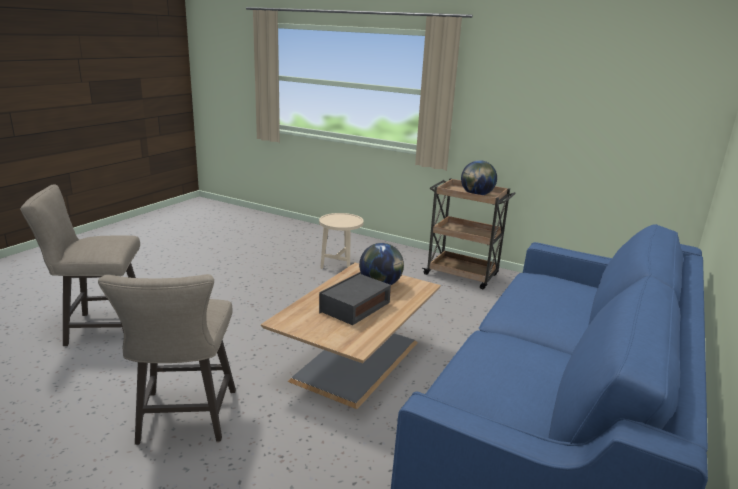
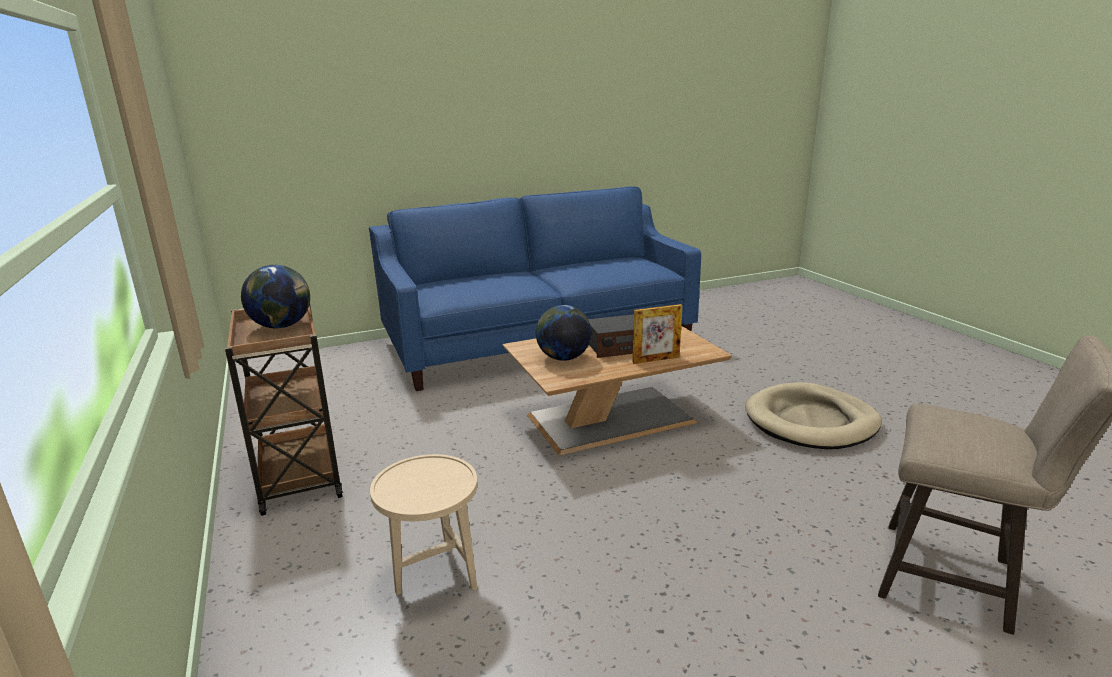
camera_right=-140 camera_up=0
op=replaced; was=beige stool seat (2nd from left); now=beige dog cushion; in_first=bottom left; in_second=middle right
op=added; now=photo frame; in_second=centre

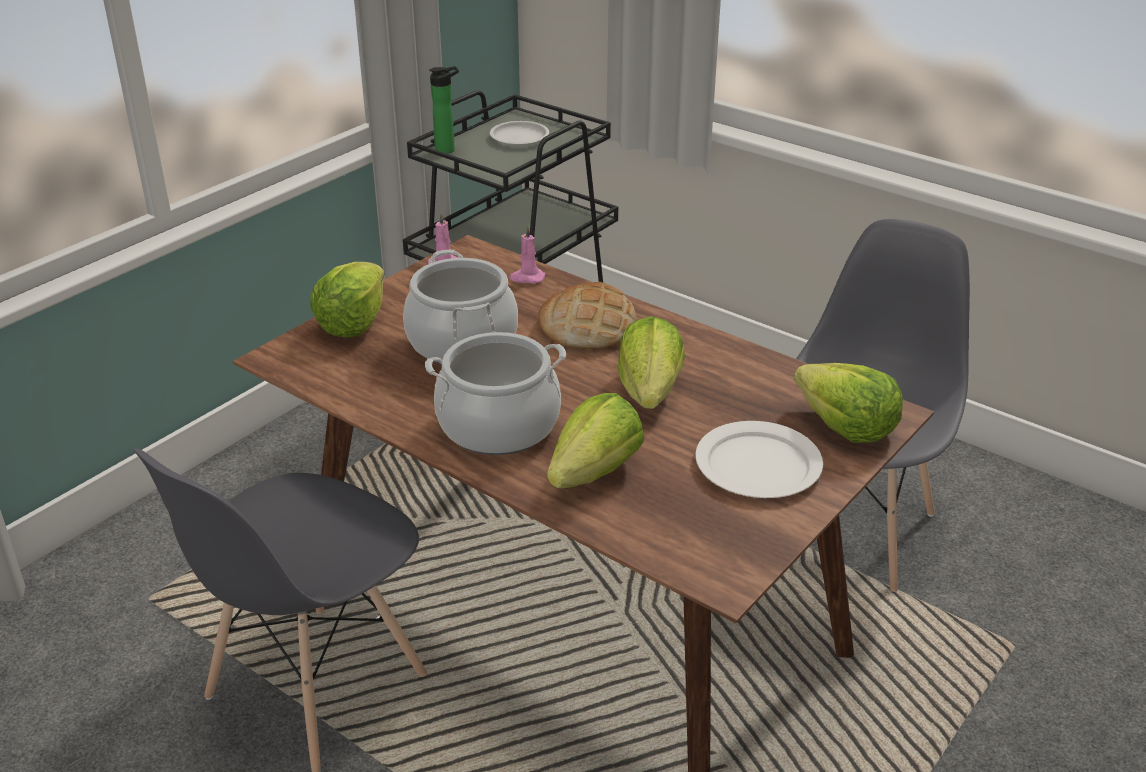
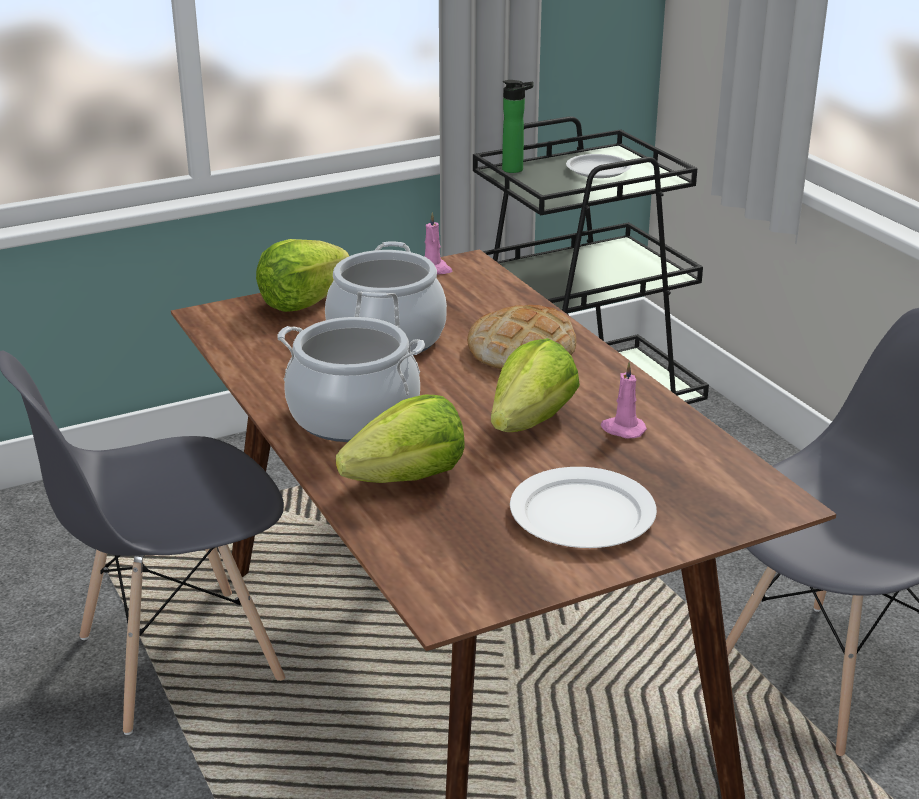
camera_right=25 camera_up=-5
op=moved; was=pink-coloured wax light (2nd from left); in_first=top centre; in_second=middle right
op=removed; was=lettuce head (4th from left); in_first=middle right

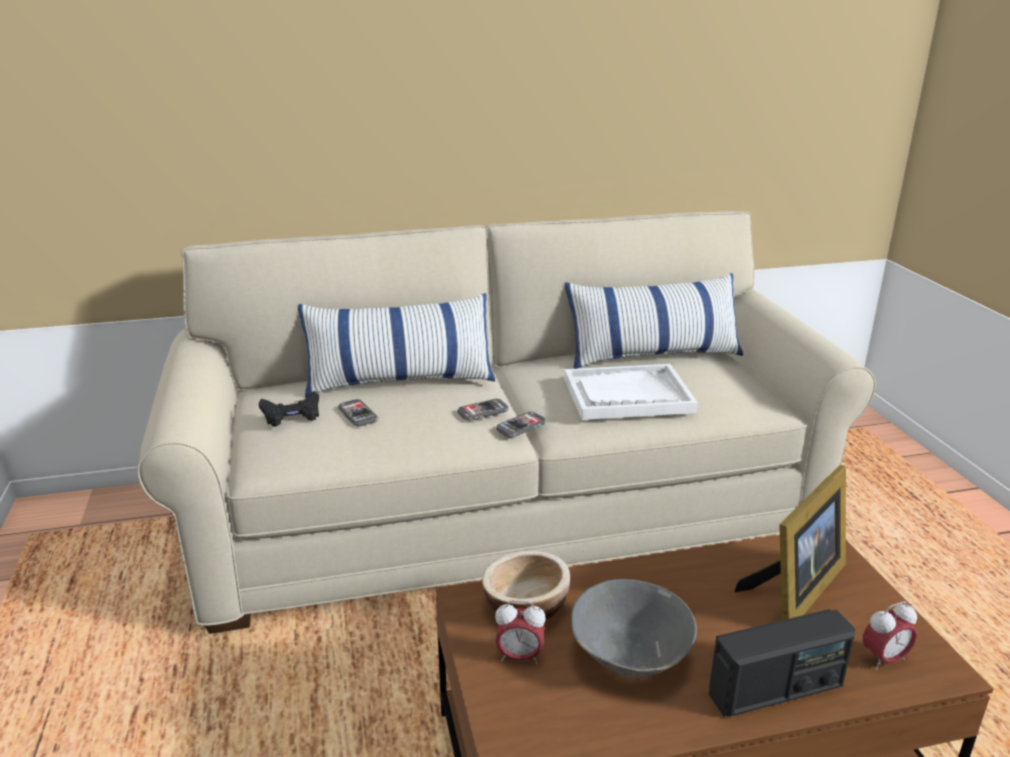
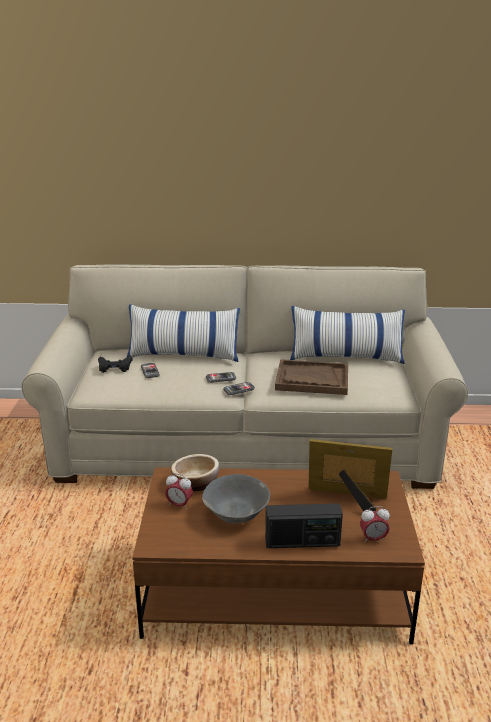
camera_right=15 camera_up=0
op=recoloured; was=white-coloured tray; now=brown-coloured tray; in_first=centre; in_second=centre
op=turned; was=photo frame; in_first=bottom right; in_second=middle right; clockwise=-135

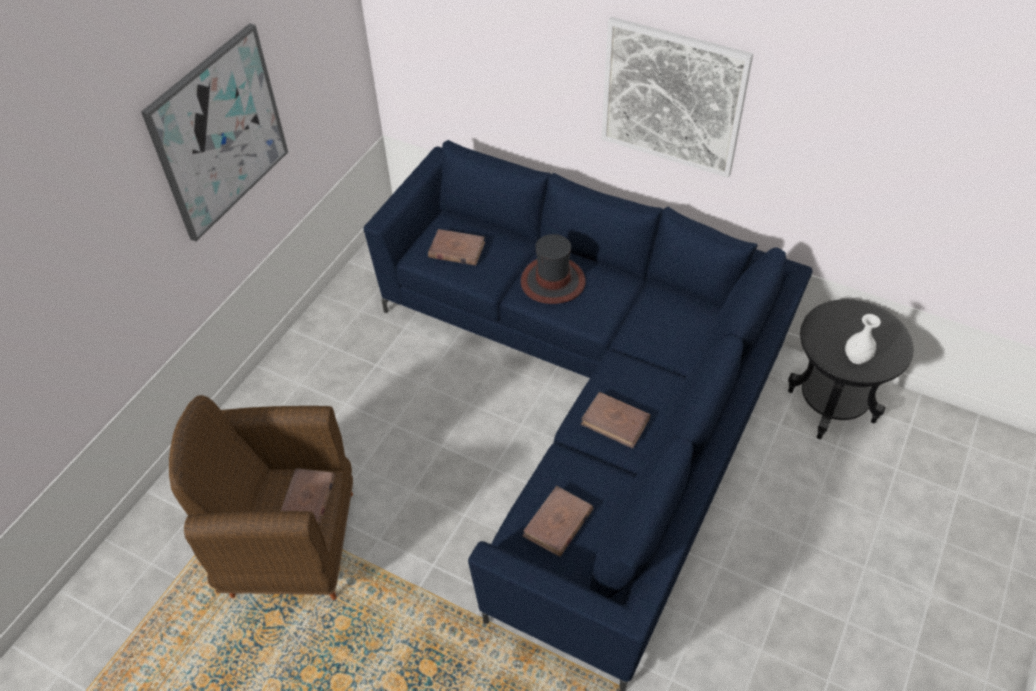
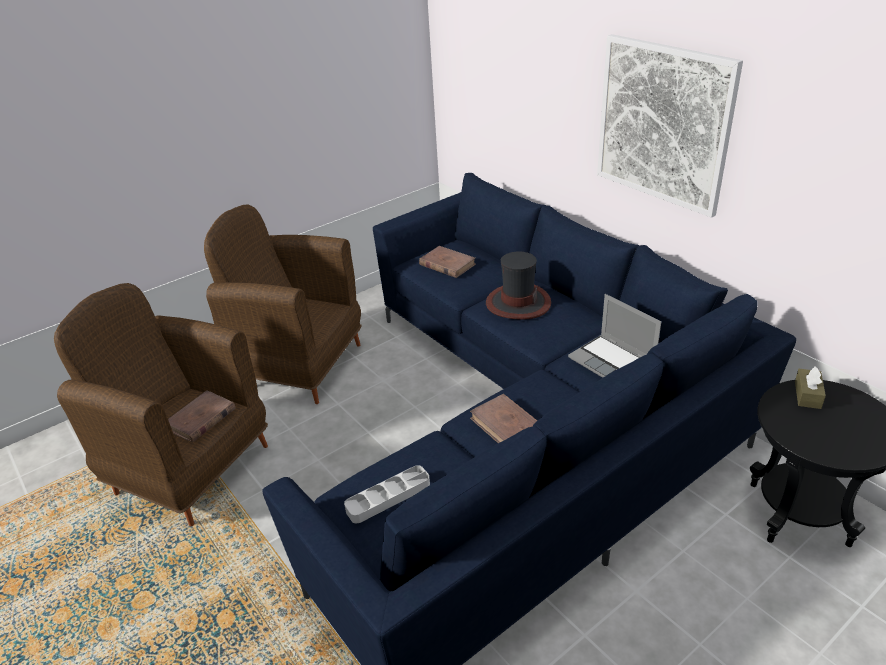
camera_right=25 camera_up=-15
op=removed; was=picture (1st from left); in_first=top left
op=removed; was=white-coloured flower vase; in_first=middle right
op=replaced; was=brown-coloured book (3rd from left); now=greyish tray; in_first=bottom centre; in_second=bottom centre
op=added; now=brown-coloured armchair (2nd from left); in_second=middle left
op=added; now=portable computer; in_second=middle right
op=added; now=brown-coloured tissue holder; in_second=middle right

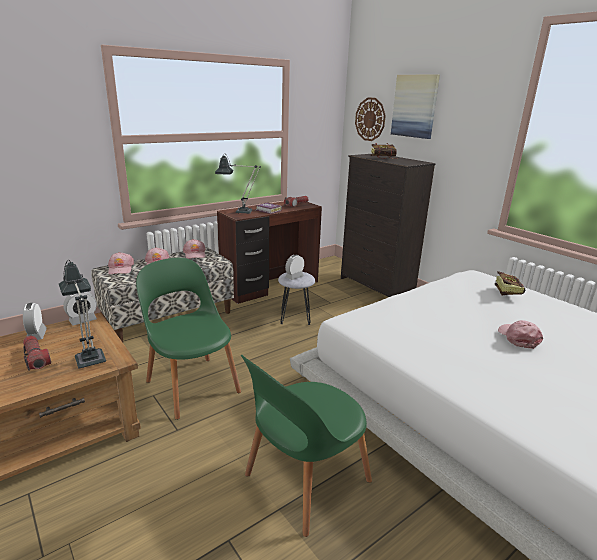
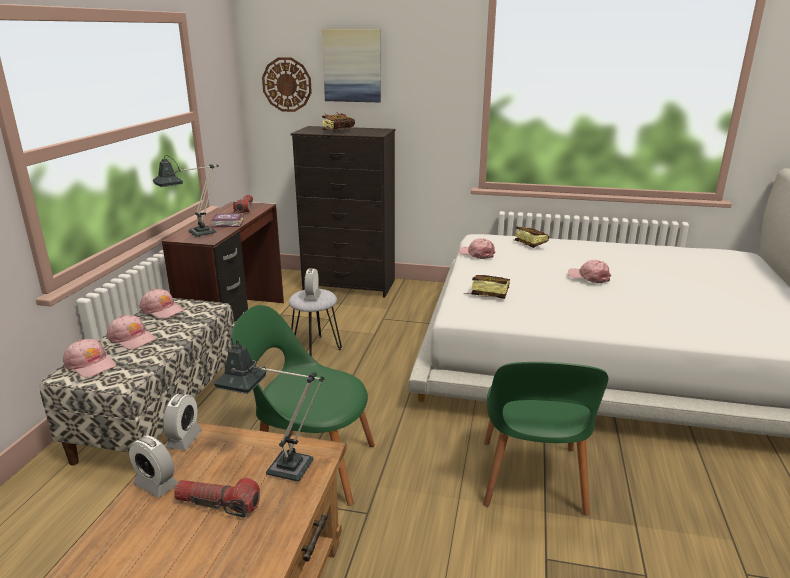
camera_right=-40 camera_up=0
op=added; now=pink-coloured cap (4th from left); in_second=centre
op=added; now=book (3rd from left); in_second=centre

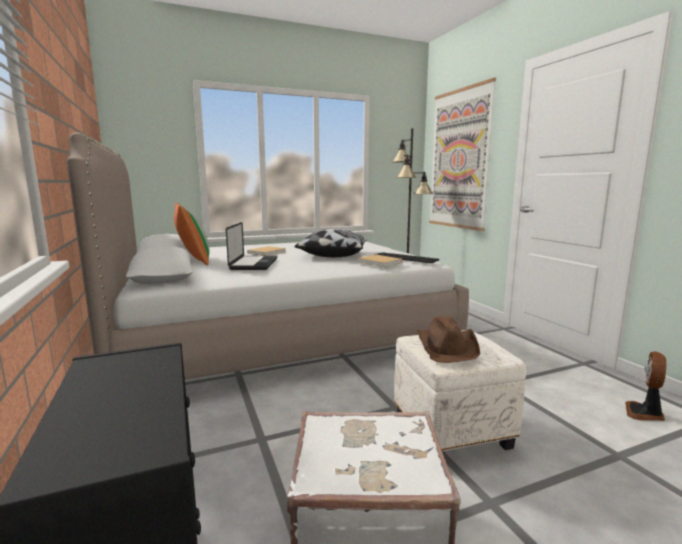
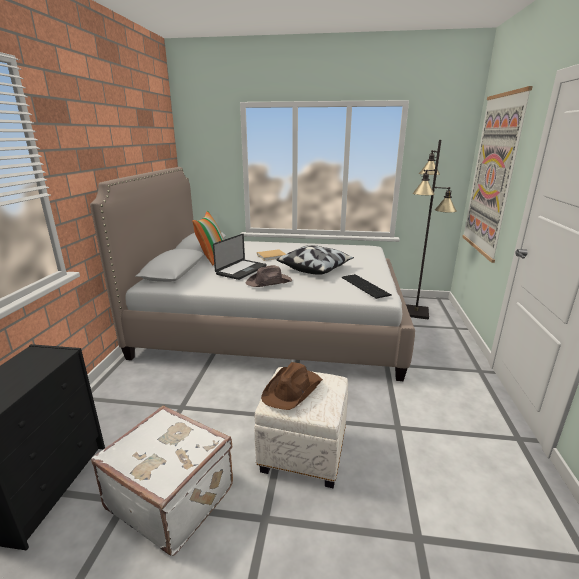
camera_right=30 camera_up=10
op=removed; was=beige book (2nd from left); in_first=centre
op=removed; was=fan; in_first=bottom right
op=added; now=brown-coloured wearable hat (1st from left); in_second=centre

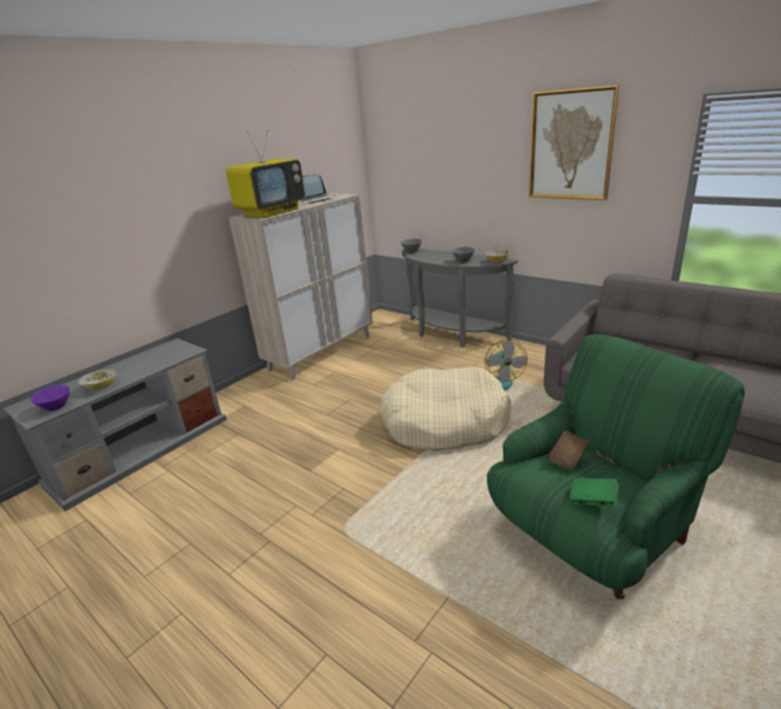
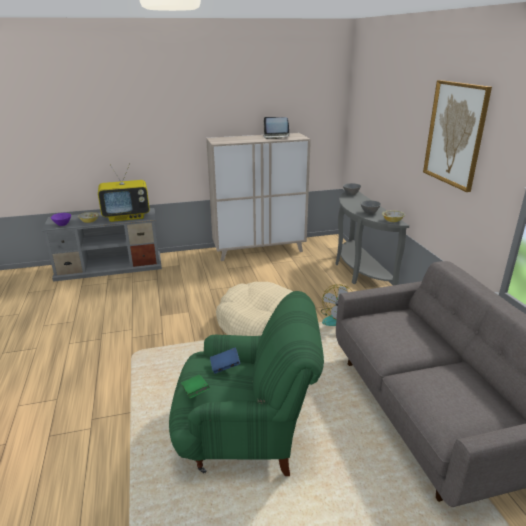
camera_right=35 camera_up=0
op=moved; was=TV; in_first=top centre; in_second=middle left
op=recoloured; was=brown-coloured book; now=blue book; in_first=middle right; in_second=bottom centre

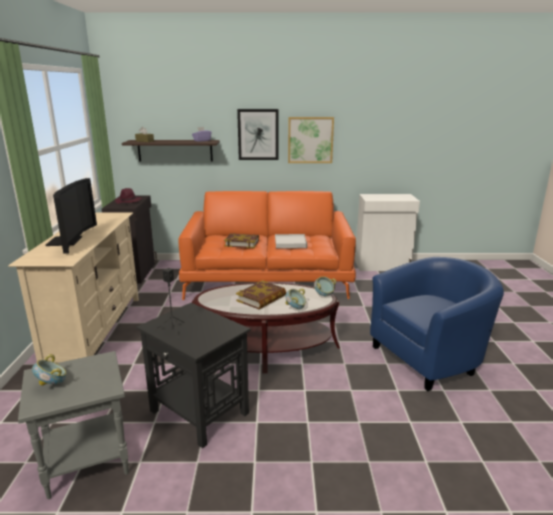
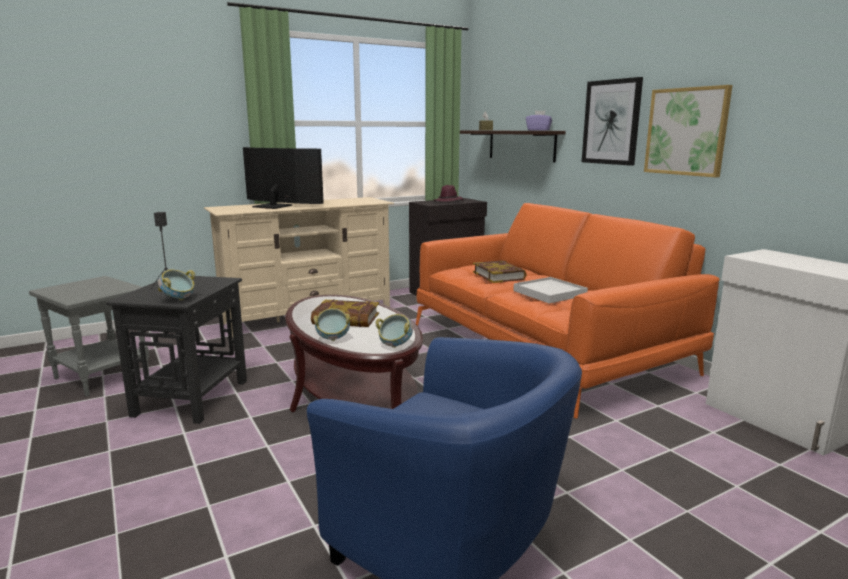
camera_right=60 camera_up=-5
op=turned; was=TV; in_first=middle left; in_second=top centre; clockwise=-120
op=moved; was=serving bowl (1st from left); in_first=bottom left; in_second=middle left

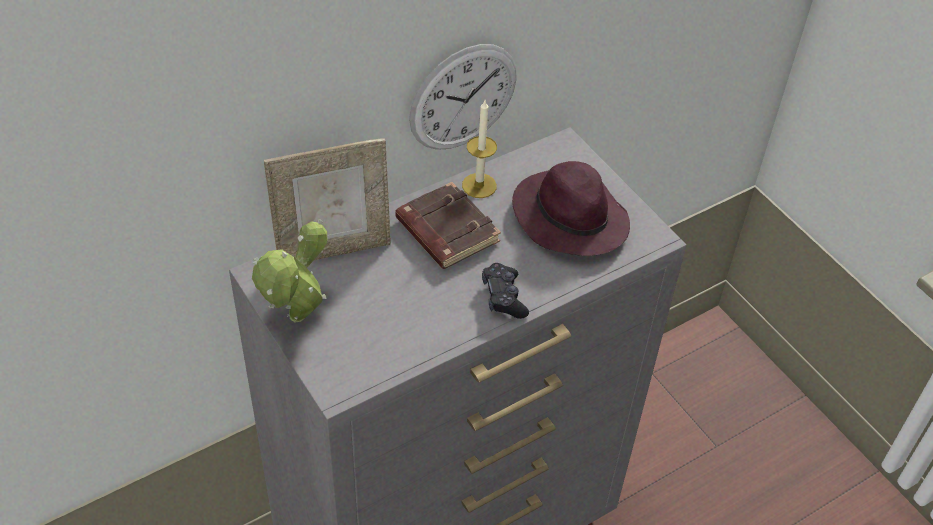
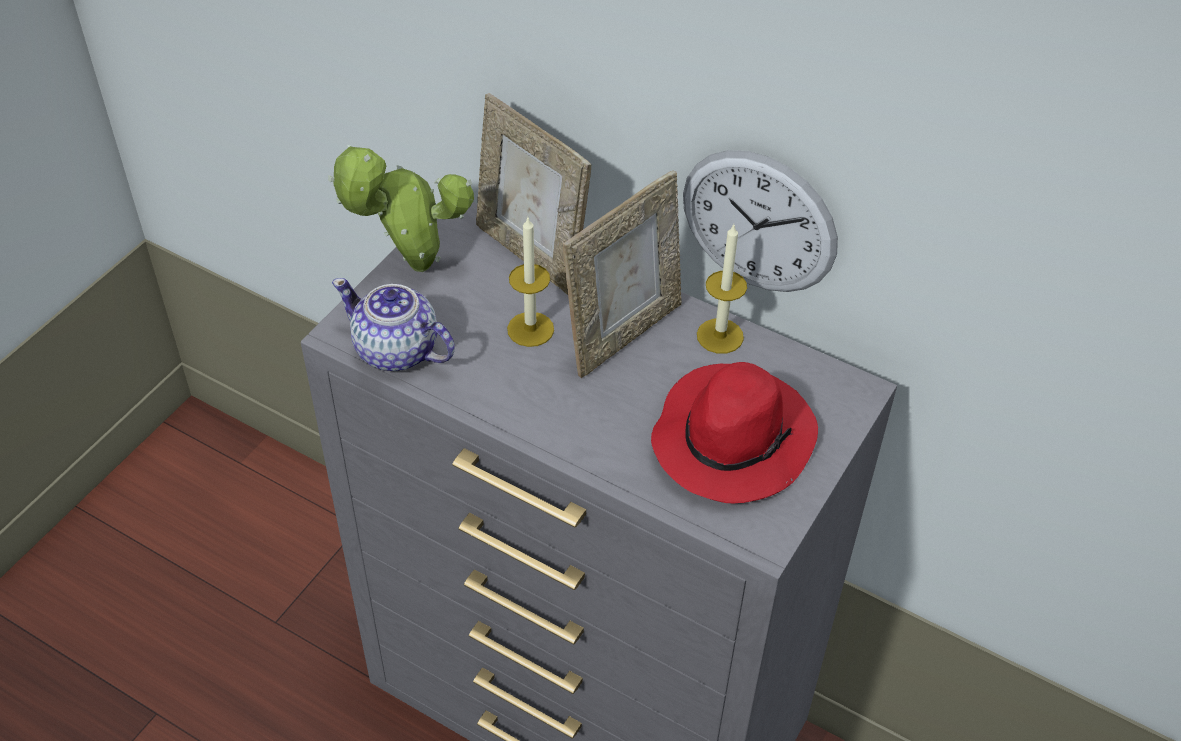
camera_right=65 camera_up=0
op=recoloured; was=purple wearable hat; now=red wearable hat; in_first=centre; in_second=centre
op=replaced; was=brown-coloured book; now=photo frame (2nd from left); in_first=centre; in_second=centre
op=removed; was=blackish game controller; in_first=centre
op=added; now=wax light (1st from left); in_second=centre
op=added; now=pot for tea; in_second=middle left

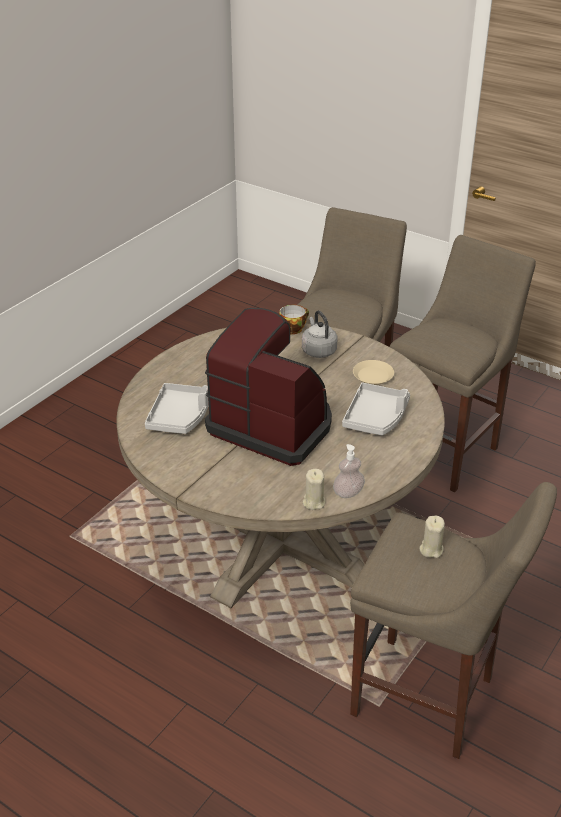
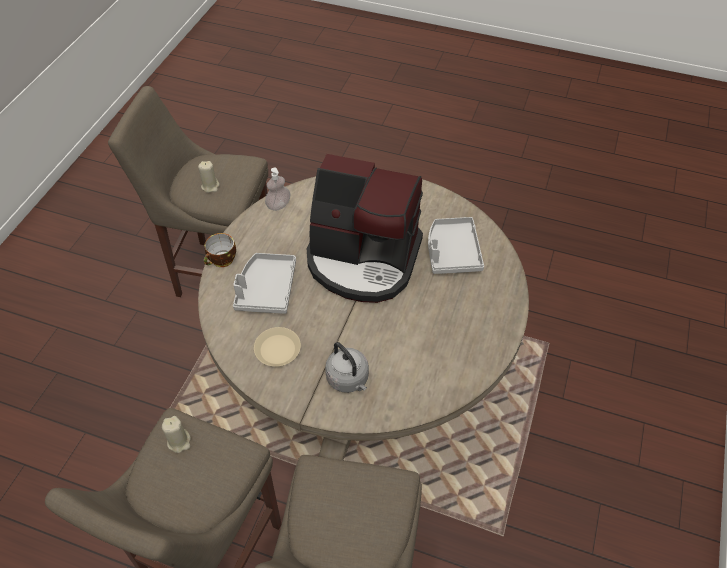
camera_right=165 camera_up=15
op=moved; was=drinking cup; in_first=centre; in_second=middle left
op=moved; was=beige wax light (1st from left); in_first=centre; in_second=bottom left

